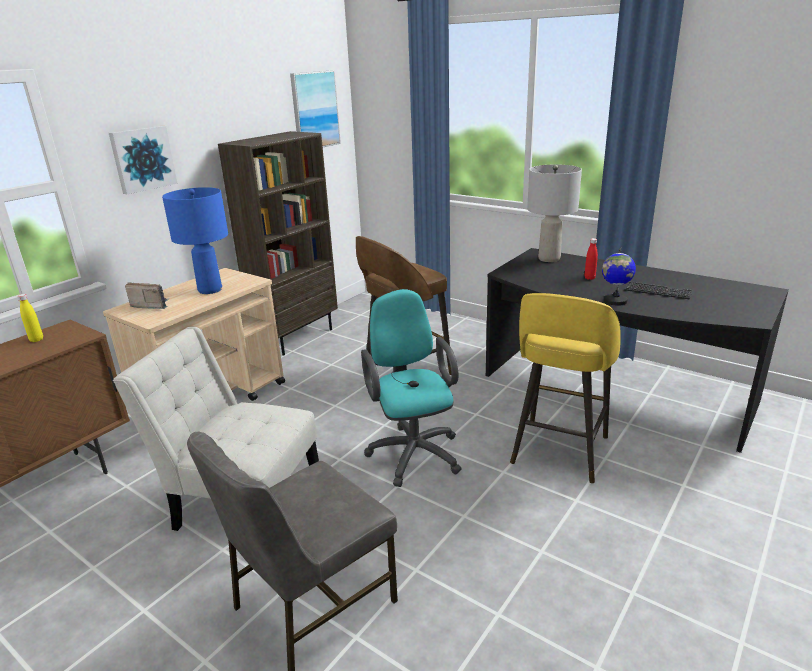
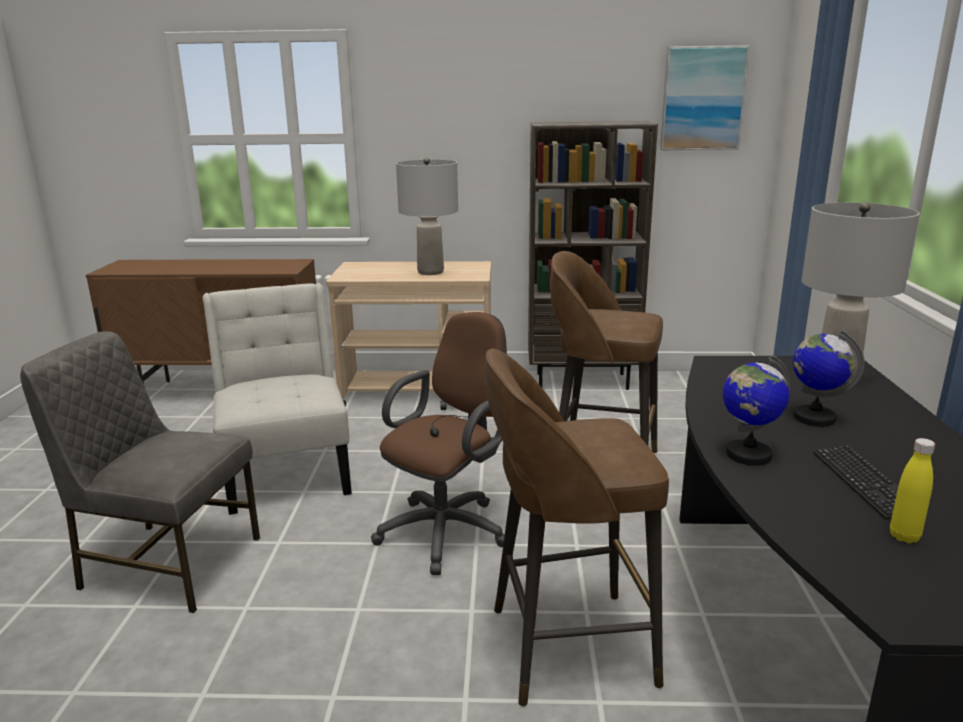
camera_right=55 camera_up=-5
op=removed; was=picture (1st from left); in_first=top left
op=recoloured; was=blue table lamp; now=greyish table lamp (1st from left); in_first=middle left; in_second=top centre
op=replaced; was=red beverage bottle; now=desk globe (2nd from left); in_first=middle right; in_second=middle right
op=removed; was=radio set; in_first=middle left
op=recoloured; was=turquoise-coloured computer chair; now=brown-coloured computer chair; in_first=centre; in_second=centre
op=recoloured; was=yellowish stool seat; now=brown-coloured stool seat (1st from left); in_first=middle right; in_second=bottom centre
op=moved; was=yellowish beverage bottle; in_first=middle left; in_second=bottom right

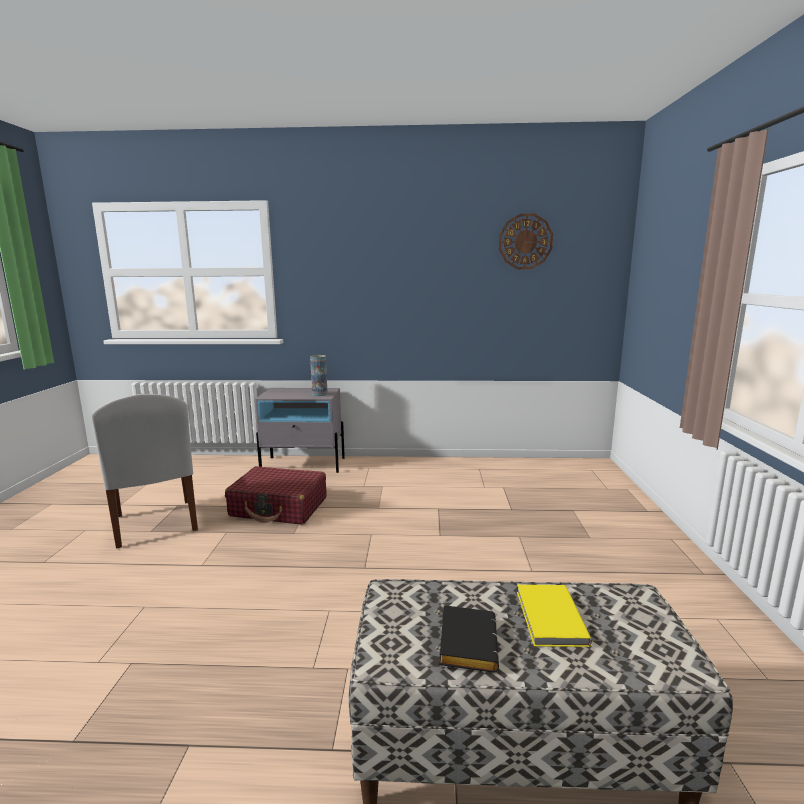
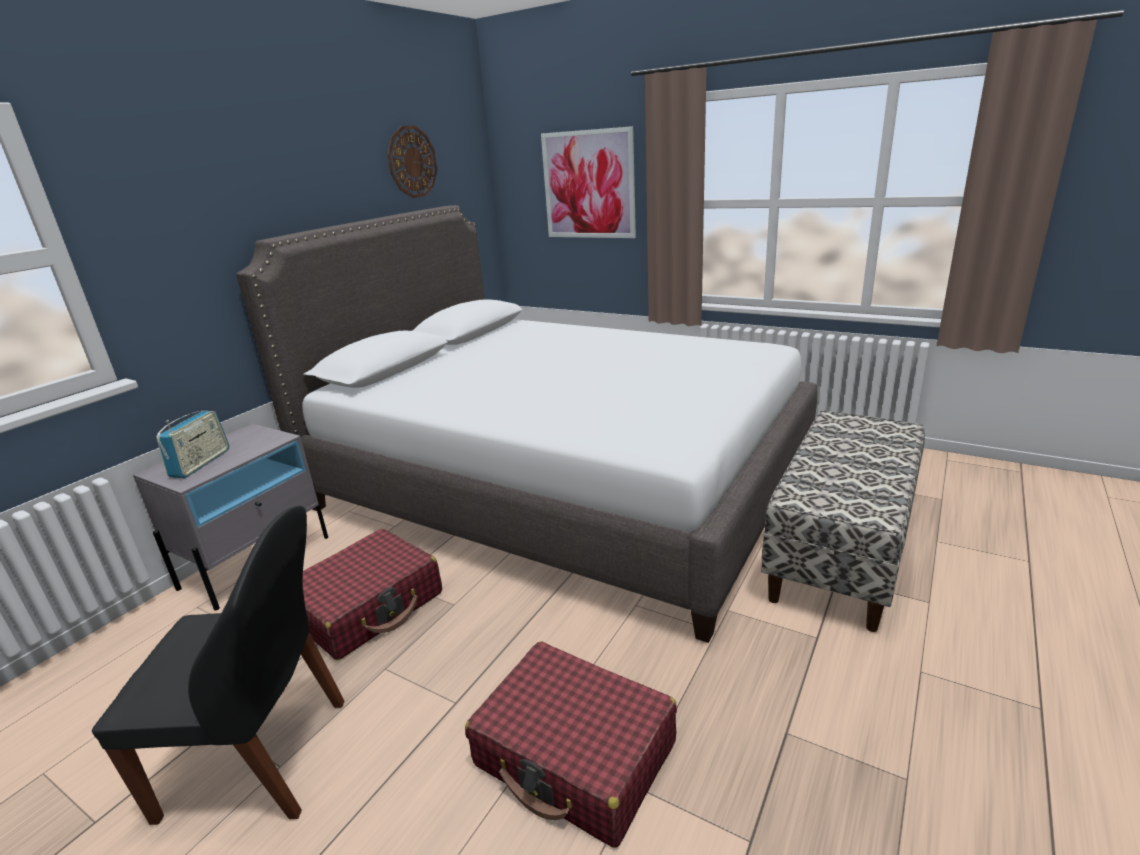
camera_right=-60 camera_up=10
op=removed; was=flower vase; in_first=centre
op=recoloured; was=white-coloured plain chair; now=blackish plain chair; in_first=middle left; in_second=bottom left
op=removed; was=yellowish book; in_first=bottom right
op=removed; was=blackish book; in_first=bottom centre
op=added; now=picture; in_second=top centre
op=added; now=white-coloured bedroom bed; in_second=centre
op=added; now=radio set; in_second=middle left
op=added; now=red suitcase (2nd from left); in_second=bottom centre

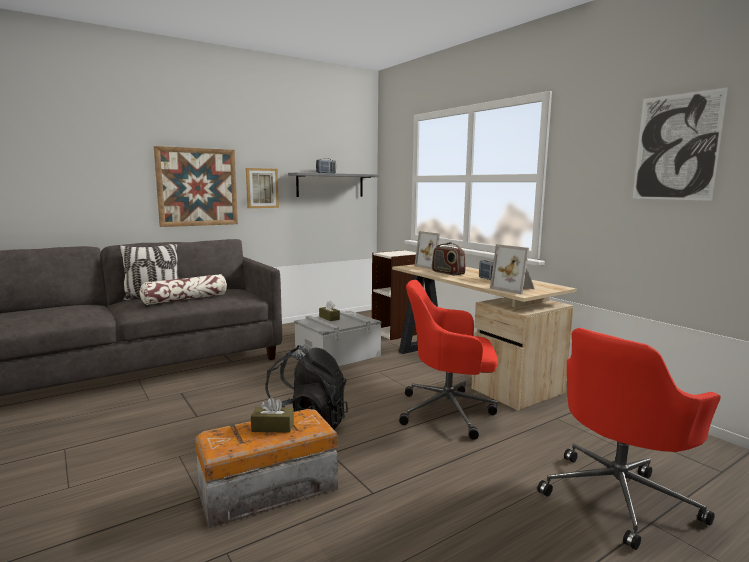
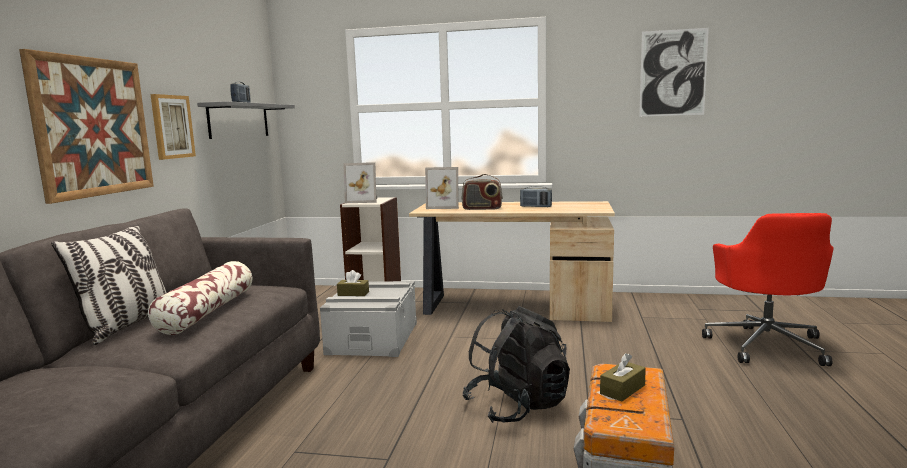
camera_right=-45 camera_up=0
op=moved; was=photo frame (2nd from left in the first image); now=photo frame (1st from left); in_first=middle right; in_second=centre
op=removed; was=red computer chair (1st from left); in_first=centre

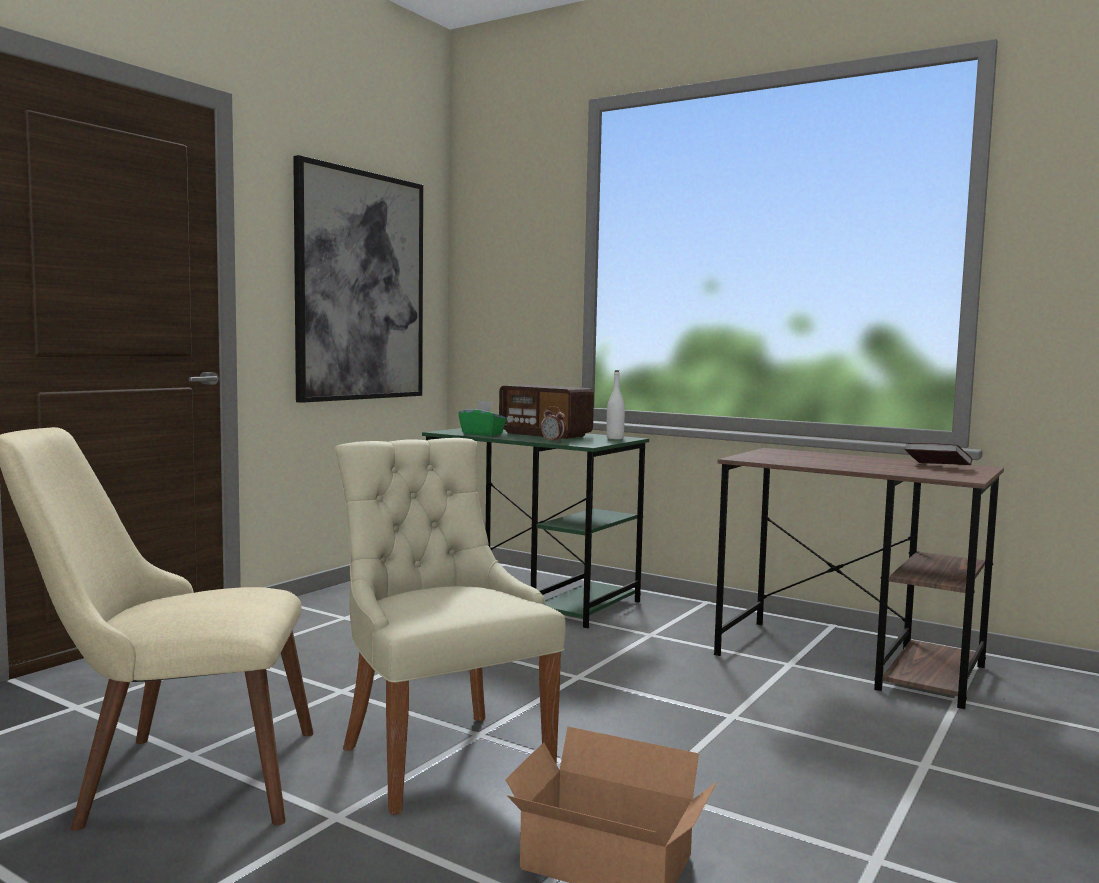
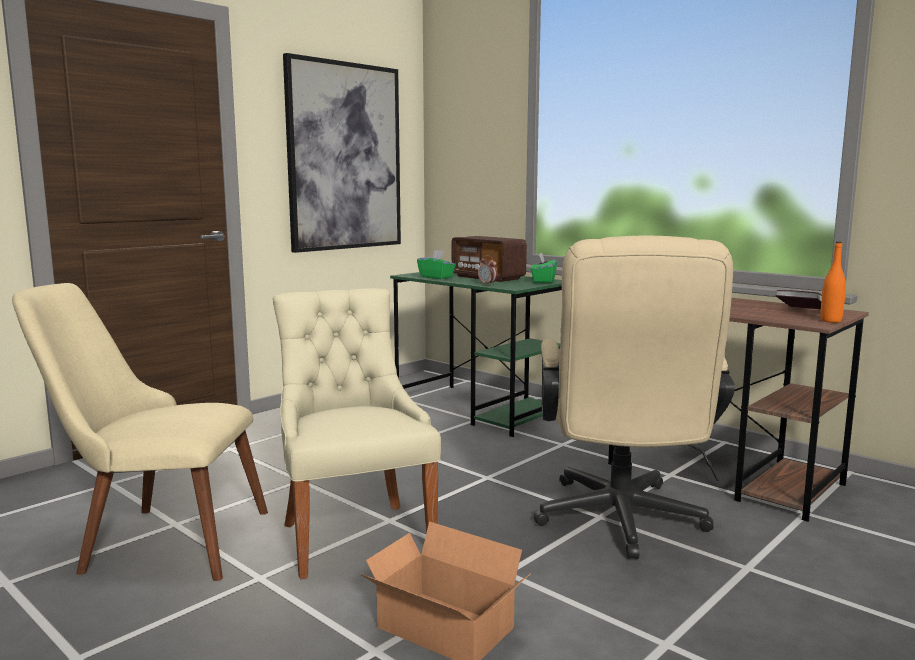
camera_right=10 camera_up=5
op=replaced; was=white-coloured beverage bottle; now=green tissue holder (2nd from left); in_first=centre; in_second=centre
op=added; now=beige computer chair; in_second=middle right
op=added; now=orange-coloured beverage bottle; in_second=middle right

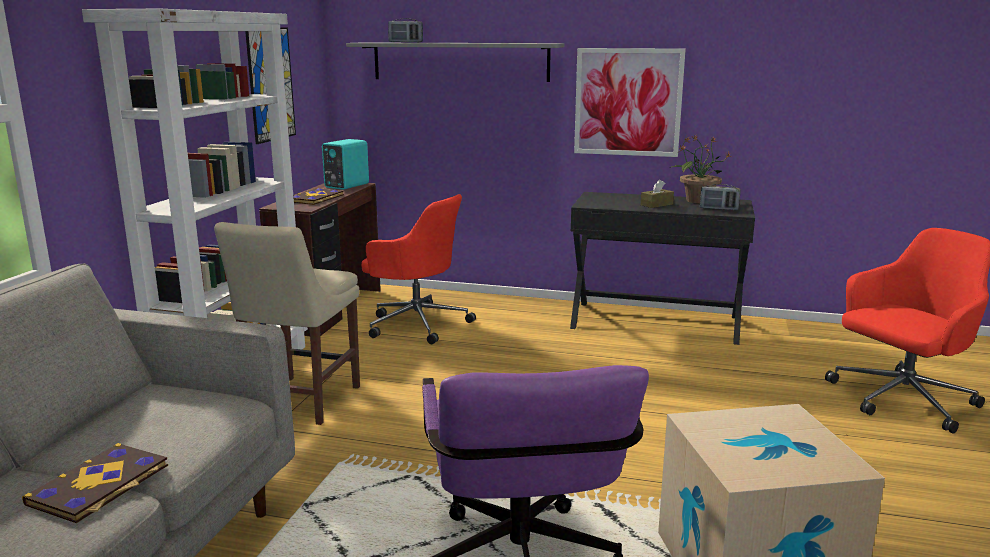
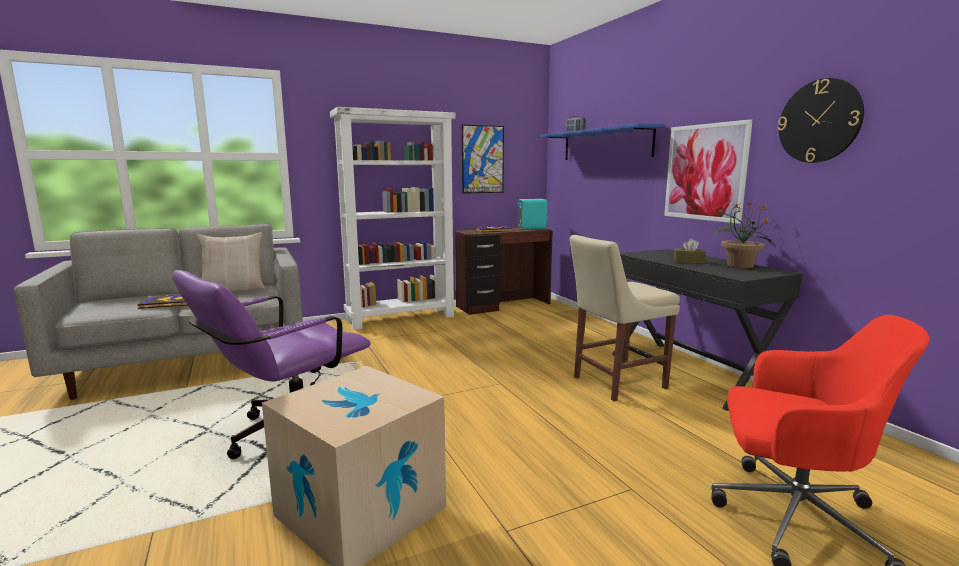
camera_right=50 camera_up=-5
op=recoloured; was=greyish shelf; now=blue shelf; in_first=top centre; in_second=top centre
op=removed; was=radio set (2nd from left); in_first=middle right
op=removed; was=red computer chair (1st from left); in_first=centre
op=moved; was=beige plain chair; in_first=middle left; in_second=centre
op=added; now=wall clock; in_second=top right
op=added; now=beige throw pillow; in_second=middle left

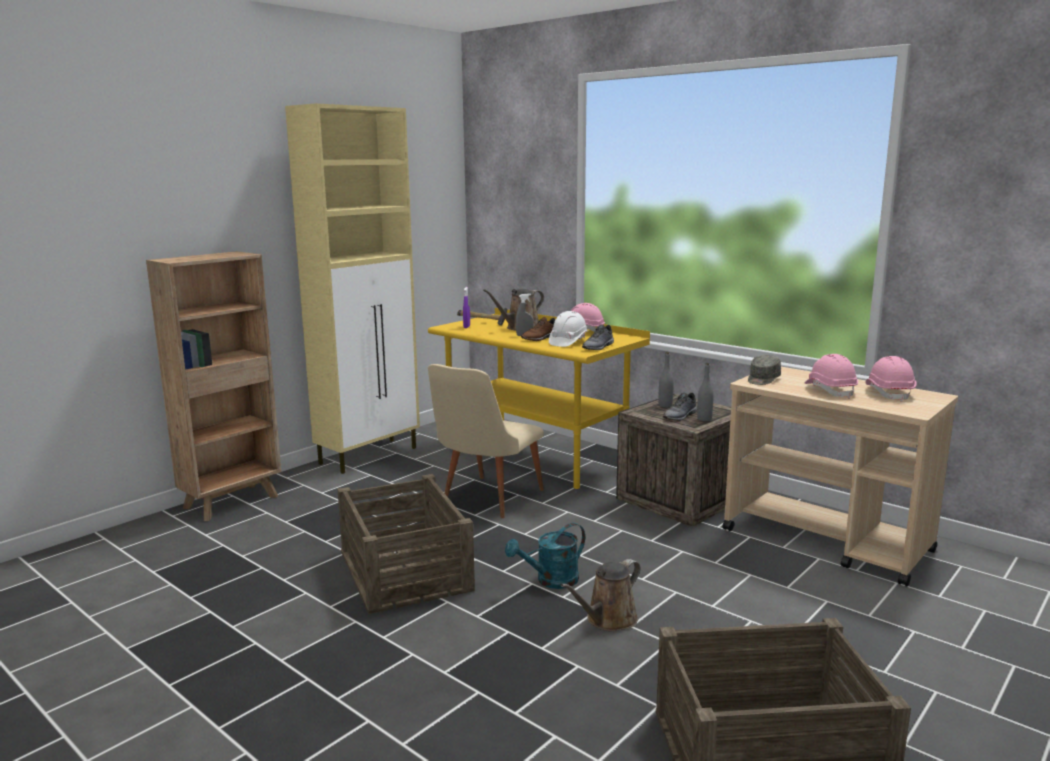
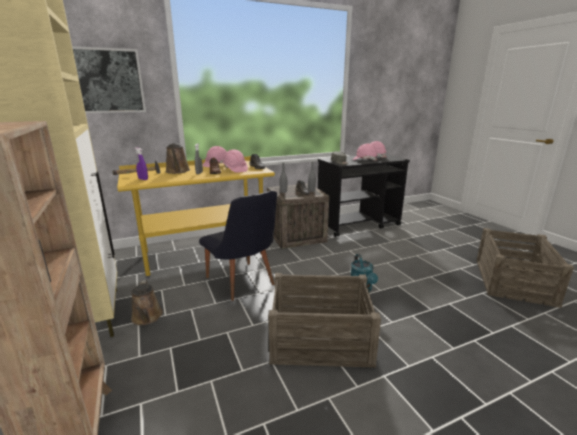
camera_right=-65 camera_up=5
op=recoloured; was=white-coloured work helmet; now=pink-coloured work helmet (2nd from left); in_first=centre; in_second=centre
op=recoloured; was=beige plain chair; now=blackish plain chair; in_first=centre; in_second=centre
op=recoloured; was=beige wheeled cart; now=blackish wheeled cart; in_first=middle right; in_second=centre
op=moved; was=brown-coloured watering pot (2nd from left in the first image); now=brown-coloured watering pot (1st from left); in_first=bottom centre; in_second=bottom left
op=added; now=picture; in_second=top left

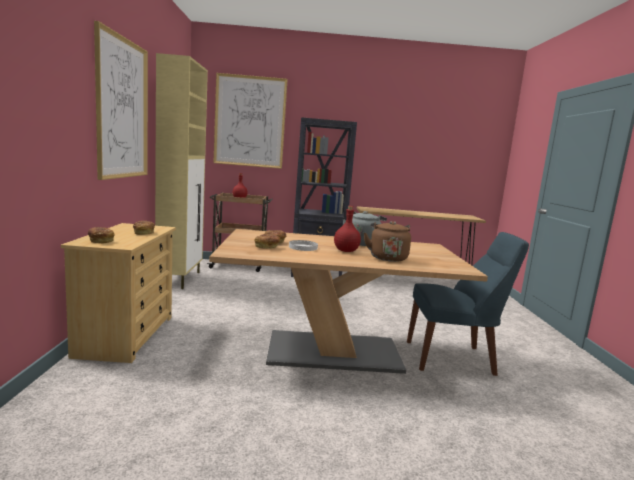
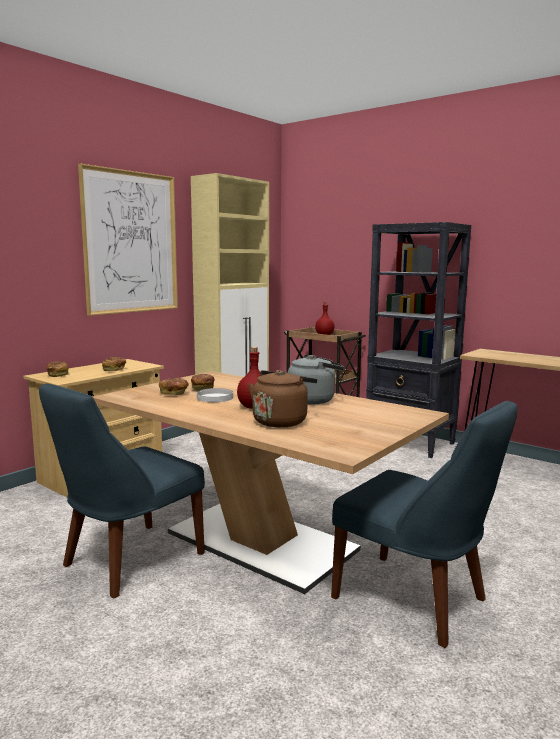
camera_right=40 camera_up=0
op=removed; was=picture (2nd from left); in_first=top centre
op=added; now=blue plain chair (1st from left); in_second=middle left

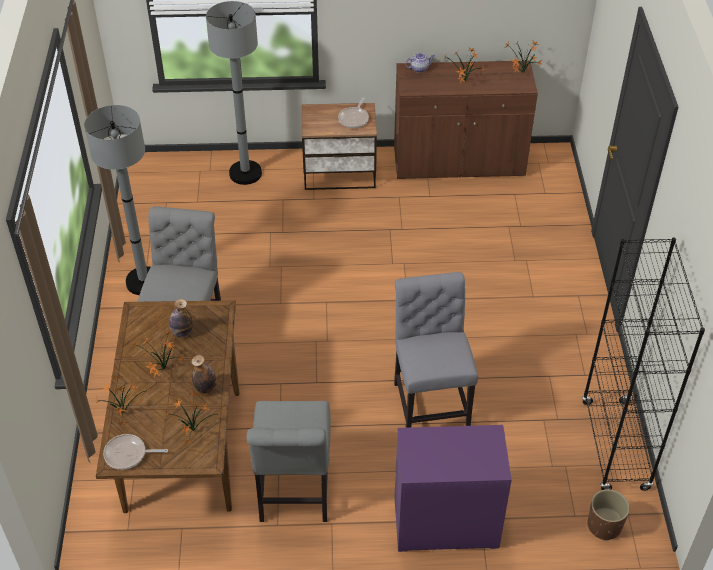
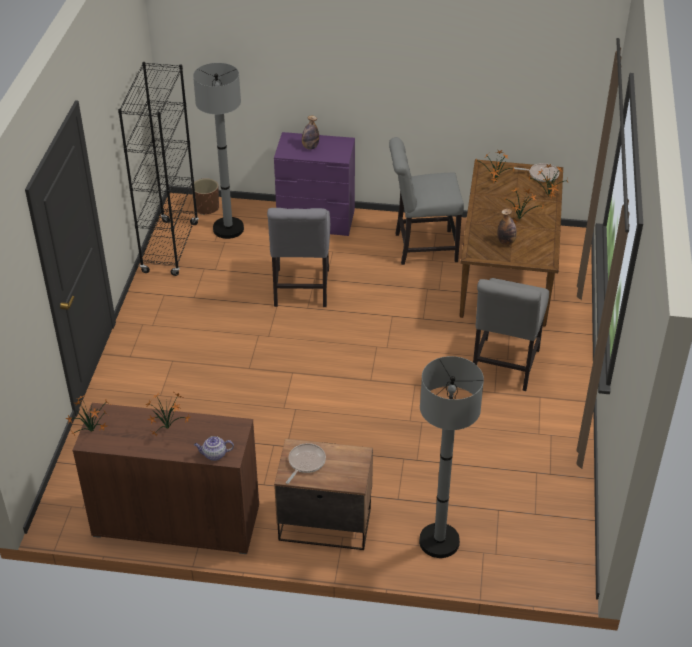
camera_right=-170 camera_up=-5
op=moved; was=greyish standard lamp (1st from left); in_first=middle left; in_second=top left
op=moved; was=beverage bottle (2nd from left in the first image); now=beverage bottle (1st from left); in_first=middle left; in_second=top centre
op=turned; was=greyish plain chair (2nd from left); in_first=bottom centre; in_second=top centre; clockwise=-105

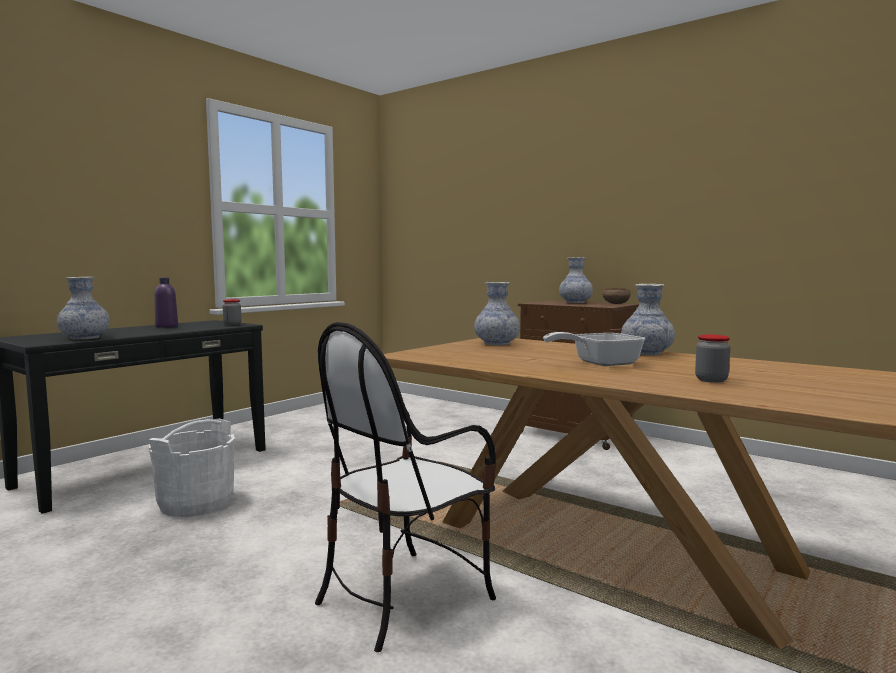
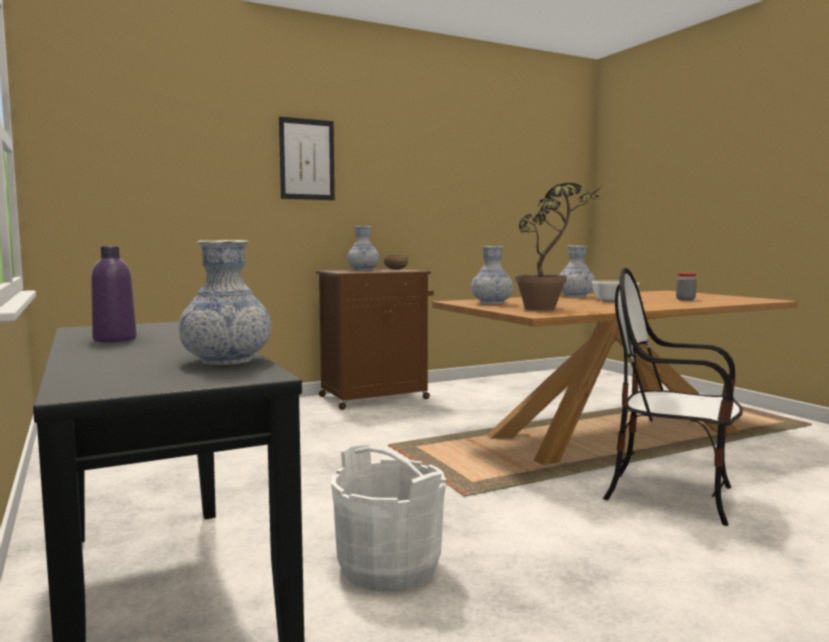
camera_right=-65 camera_up=0
op=removed; was=storage jar (1st from left); in_first=middle left
op=turned; was=plain chair; in_first=bottom centre; in_second=middle right; clockwise=135
op=added; now=picture; in_second=top centre
op=added; now=houseplant; in_second=middle right

